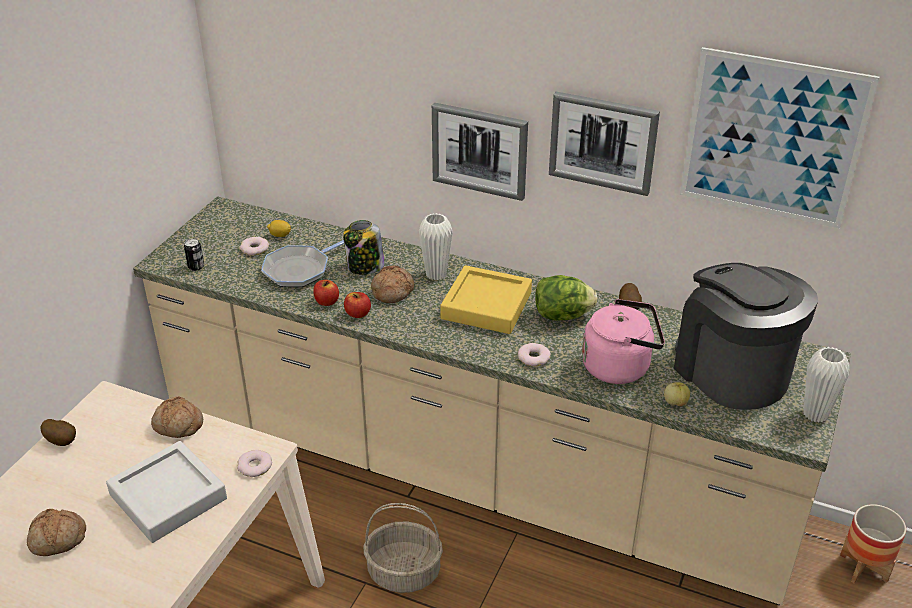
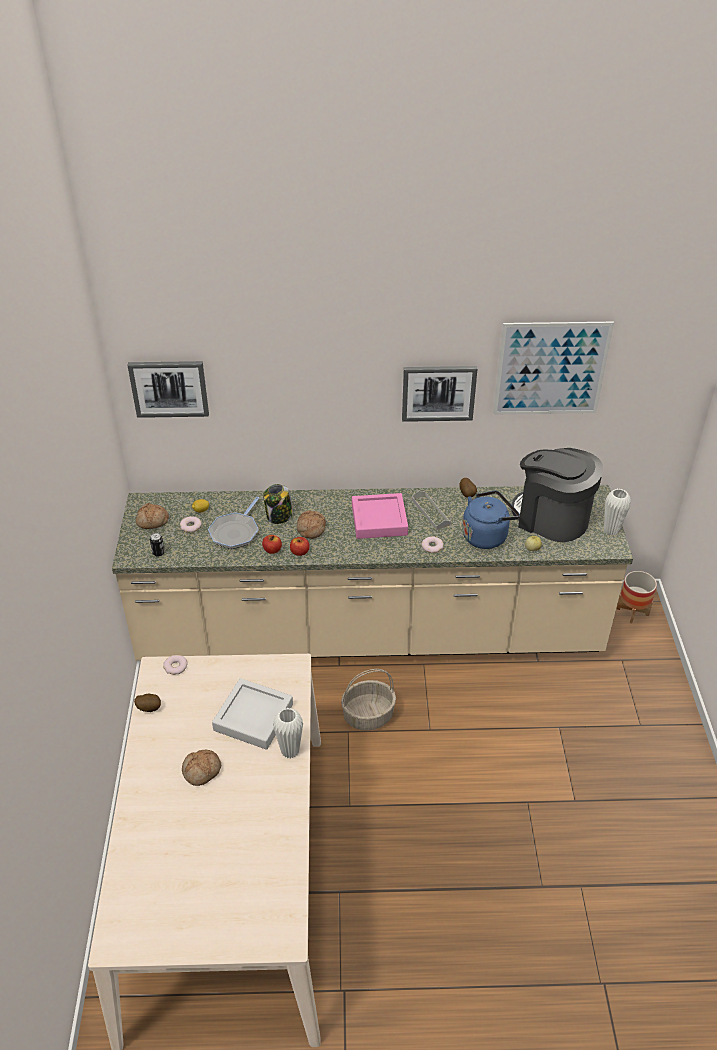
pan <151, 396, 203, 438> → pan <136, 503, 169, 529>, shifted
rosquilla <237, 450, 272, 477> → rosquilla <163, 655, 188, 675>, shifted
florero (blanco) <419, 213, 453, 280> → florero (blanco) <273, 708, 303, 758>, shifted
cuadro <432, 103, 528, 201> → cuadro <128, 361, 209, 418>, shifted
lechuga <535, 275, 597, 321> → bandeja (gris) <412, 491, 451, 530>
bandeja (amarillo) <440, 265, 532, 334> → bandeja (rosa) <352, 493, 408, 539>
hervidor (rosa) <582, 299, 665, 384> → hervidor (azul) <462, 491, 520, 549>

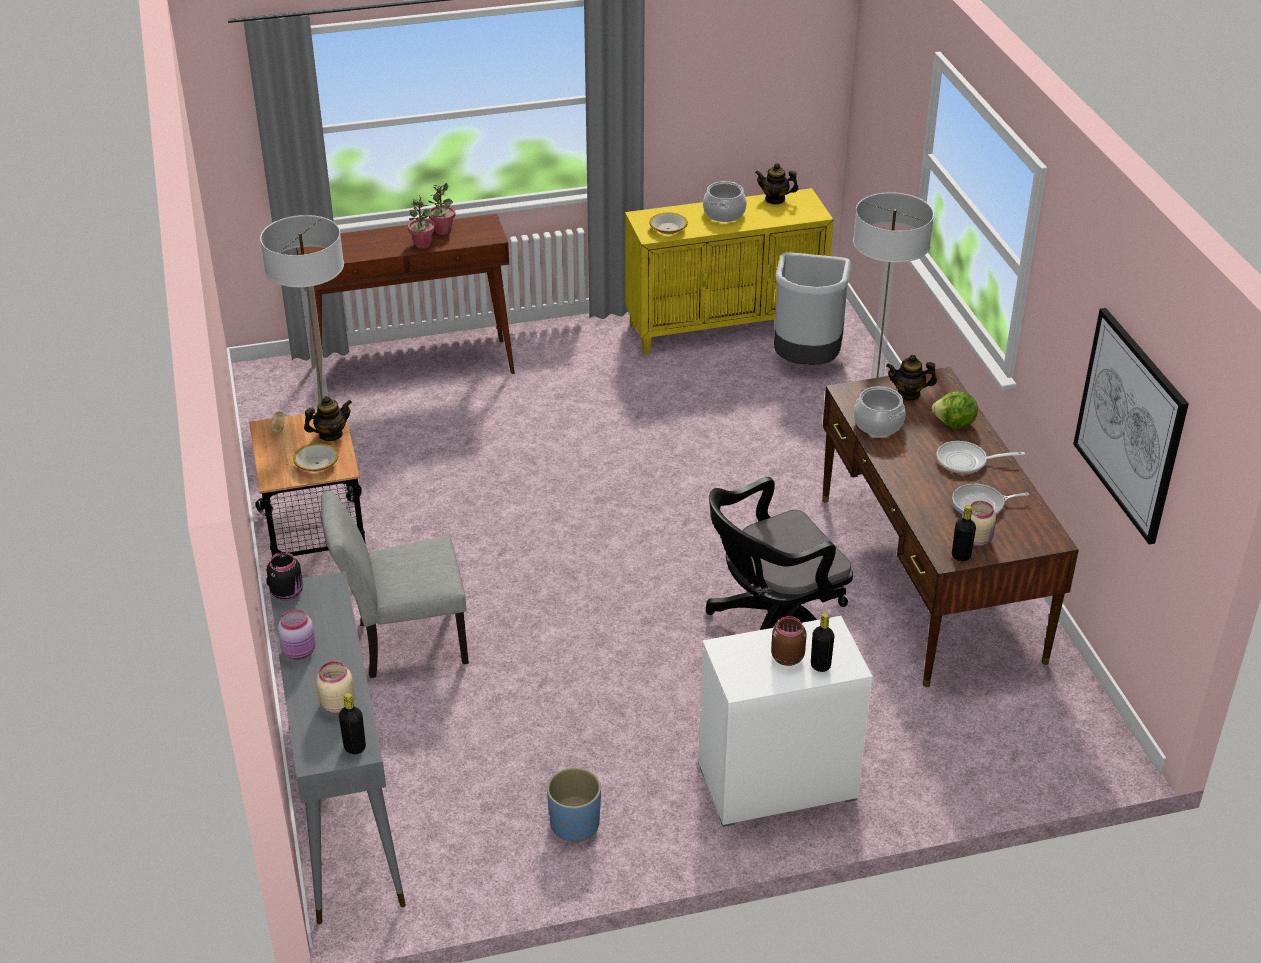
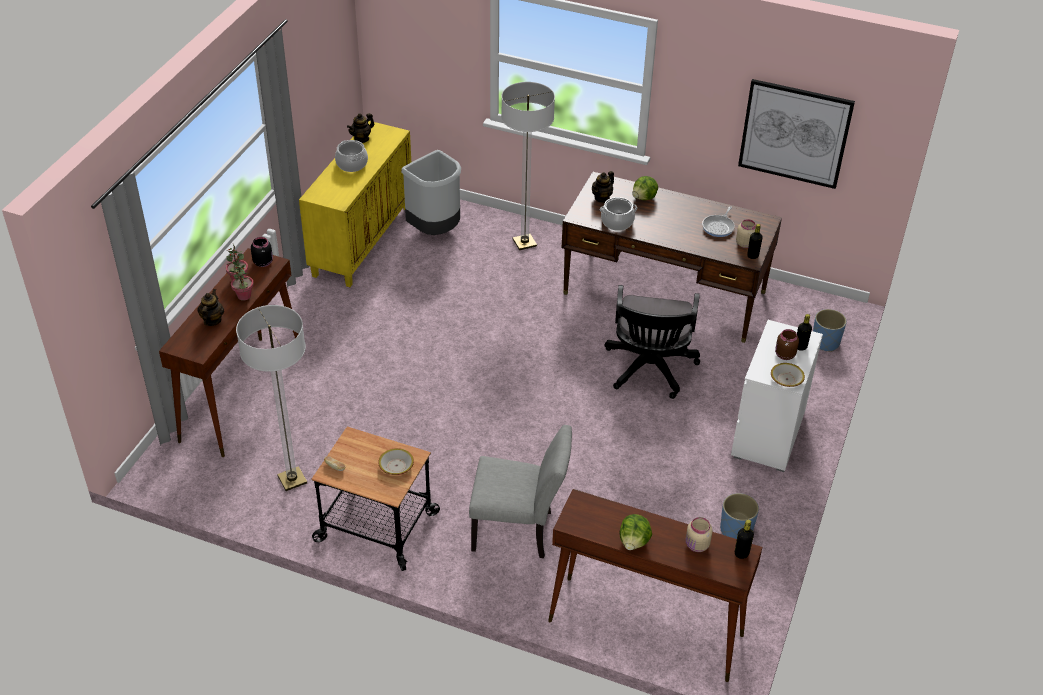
sartén <937, 441, 1025, 474> → -
- → maceta (azul) <813, 309, 847, 352>
tarro (negro) <267, 552, 303, 601> → tarro (negro) <251, 237, 273, 267>, shifted
tetera <304, 396, 352, 441> → tetera <198, 289, 224, 326>, shifted
cuenco <649, 212, 688, 234> → cuenco <771, 363, 805, 387>, shifted
tarro (rosa) <278, 609, 316, 660> → lechuga <620, 514, 652, 550>
mesa consola (gris) <269, 571, 406, 924> → mesa consola (marrón) <548, 489, 762, 682>
silla (gris) <321, 491, 469, 678> → silla (gris) <469, 425, 572, 558>, 105 degrees counterclockwise

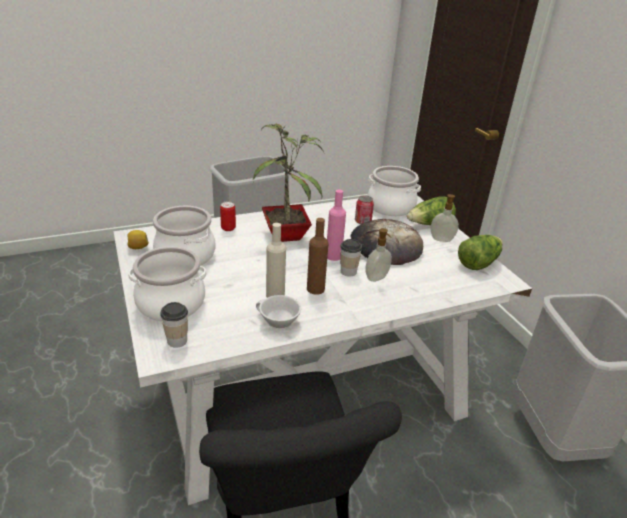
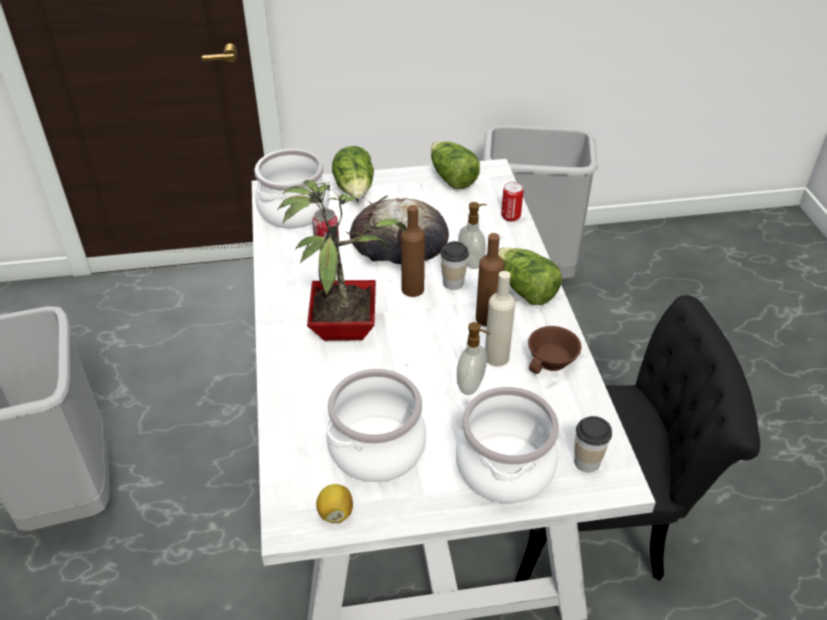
- → lechuga <498, 247, 562, 305>
lata <220, 201, 236, 231> → lata <501, 182, 524, 221>, shifted
dispensador de jabón <430, 194, 459, 242> → dispensador de jabón <457, 322, 490, 395>, shifted
taza (blanco) <256, 295, 301, 329> → taza (marrón) <528, 326, 581, 374>
botella (rosa) <327, 190, 346, 261> → botella (marrón) <401, 205, 425, 297>

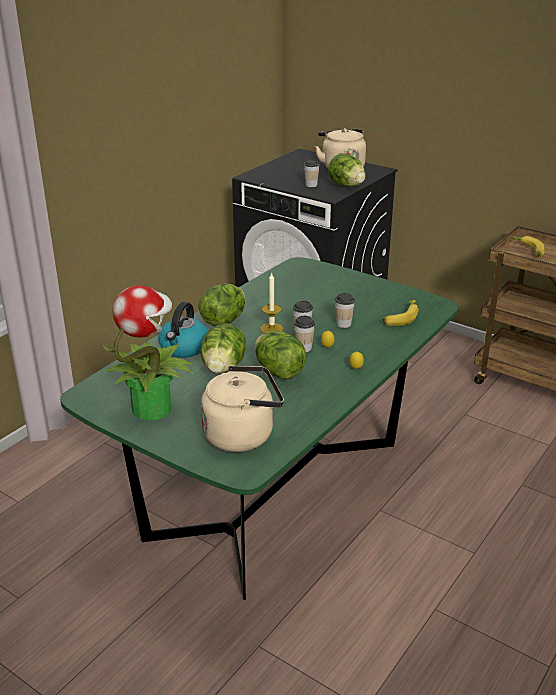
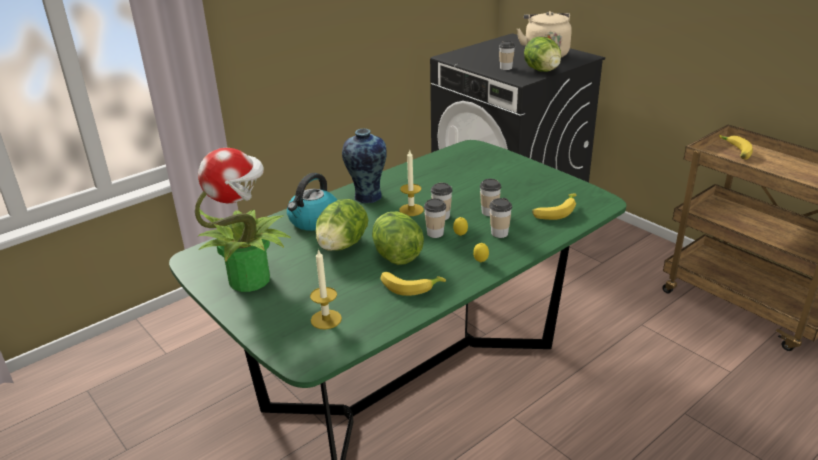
- → plátano <380, 272, 446, 296>
- → taza <489, 198, 512, 238>
lechuga <198, 283, 245, 326> → florero <342, 129, 387, 203>
hervidor (beis) <201, 365, 284, 452> → vela <310, 249, 342, 330>

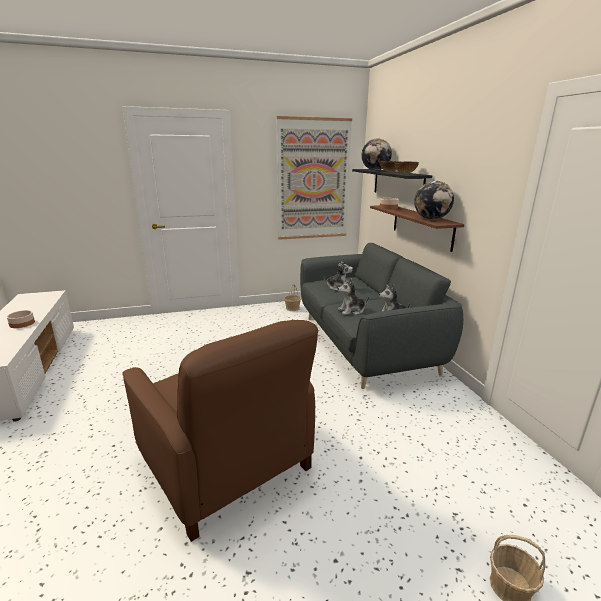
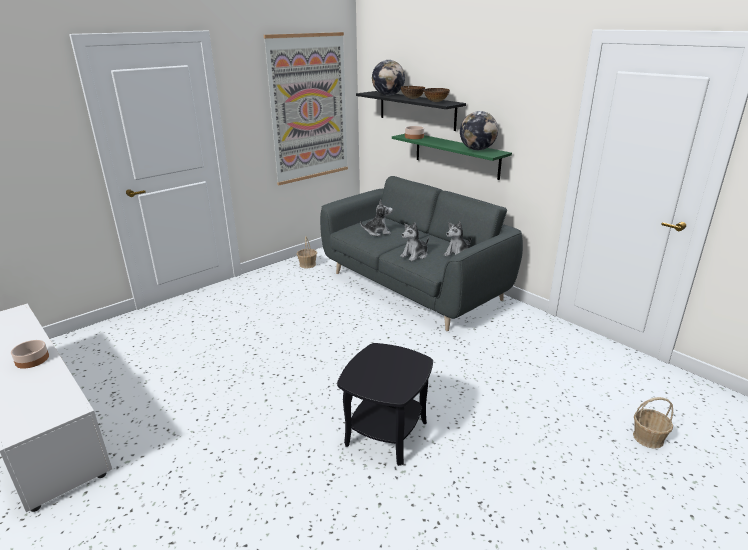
sillón (marrón) <122, 320, 318, 542> → mesa auxiliar (negro) <337, 343, 433, 466>
estante (marrón) <370, 205, 464, 252> → estante (verde) <392, 134, 512, 180>

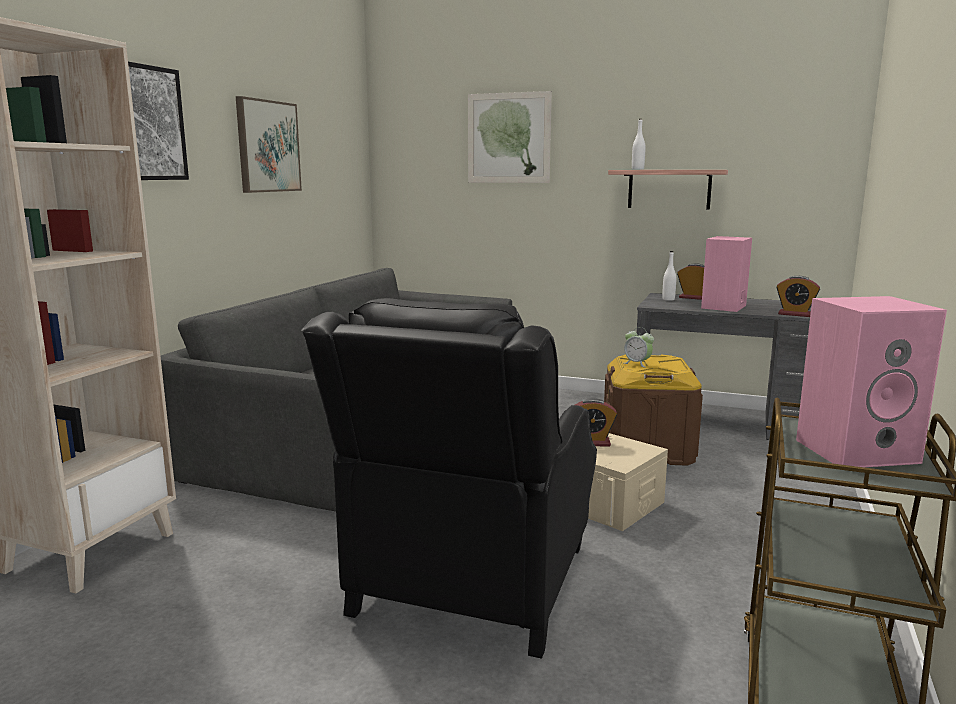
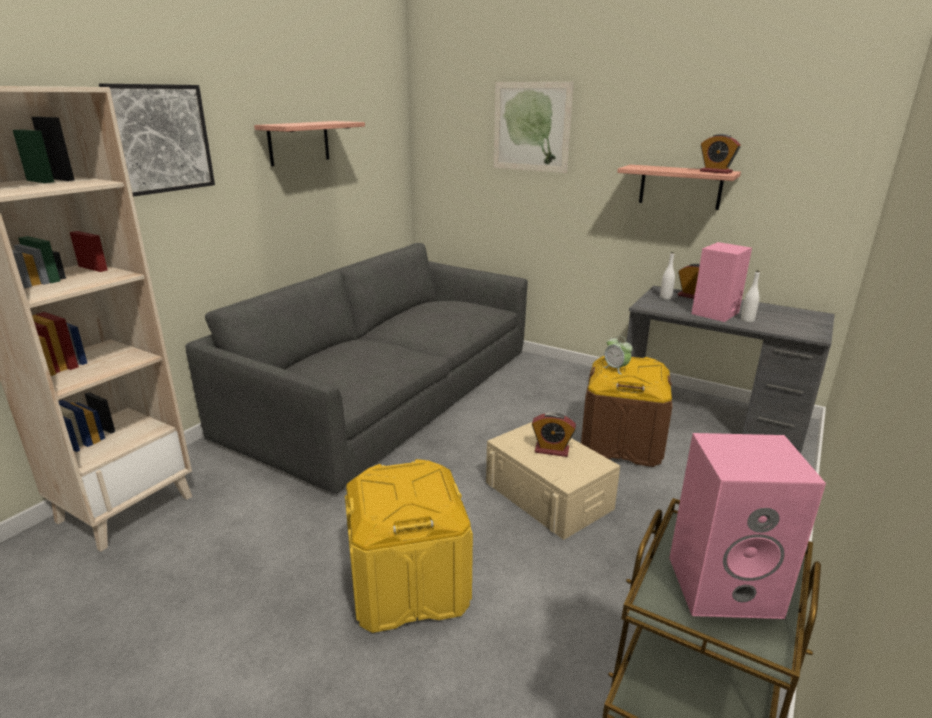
botella (blanco) <632, 119, 646, 170> → botella (blanco) <741, 270, 760, 323>, shifted
despertador <776, 276, 820, 317> → despertador <700, 134, 741, 174>, shifted
cuadro <236, 96, 302, 193> → estante <254, 121, 365, 166>
sillón (negro) <301, 298, 597, 659> → caja de almacenaje (amarillo) <345, 459, 473, 633>

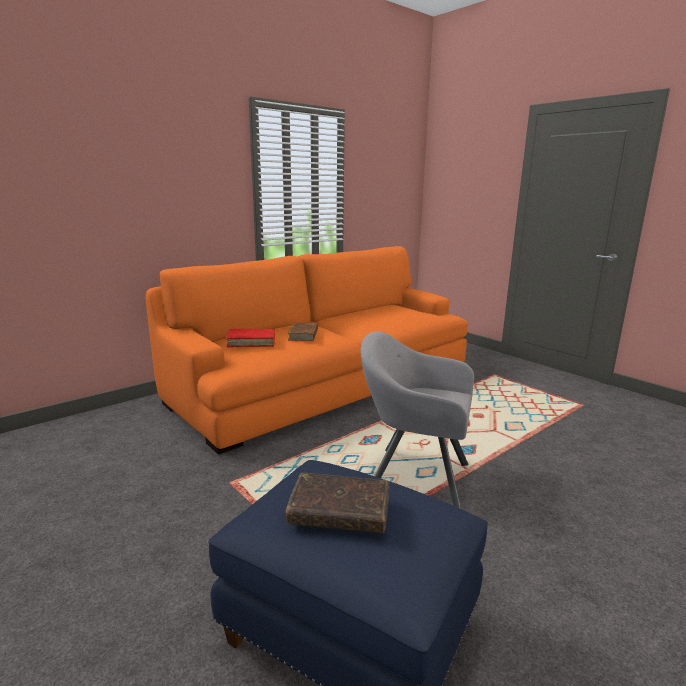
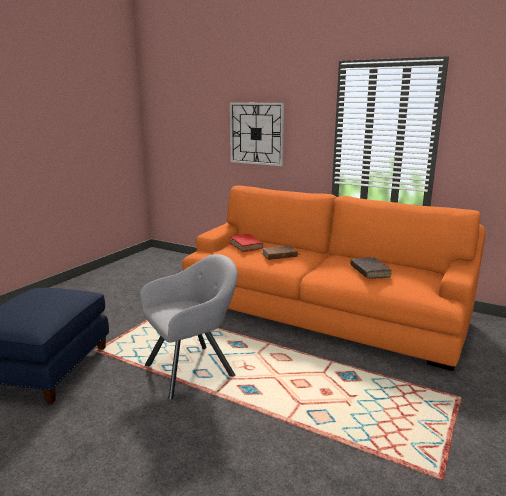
- → reloj de pared <230, 103, 284, 166>
libro (marrón) <286, 472, 389, 533> → libro (marrón) <350, 257, 391, 278>, shifted
sillón (gris) <361, 331, 474, 509> → sillón (gris) <140, 254, 238, 401>, 60 degrees clockwise

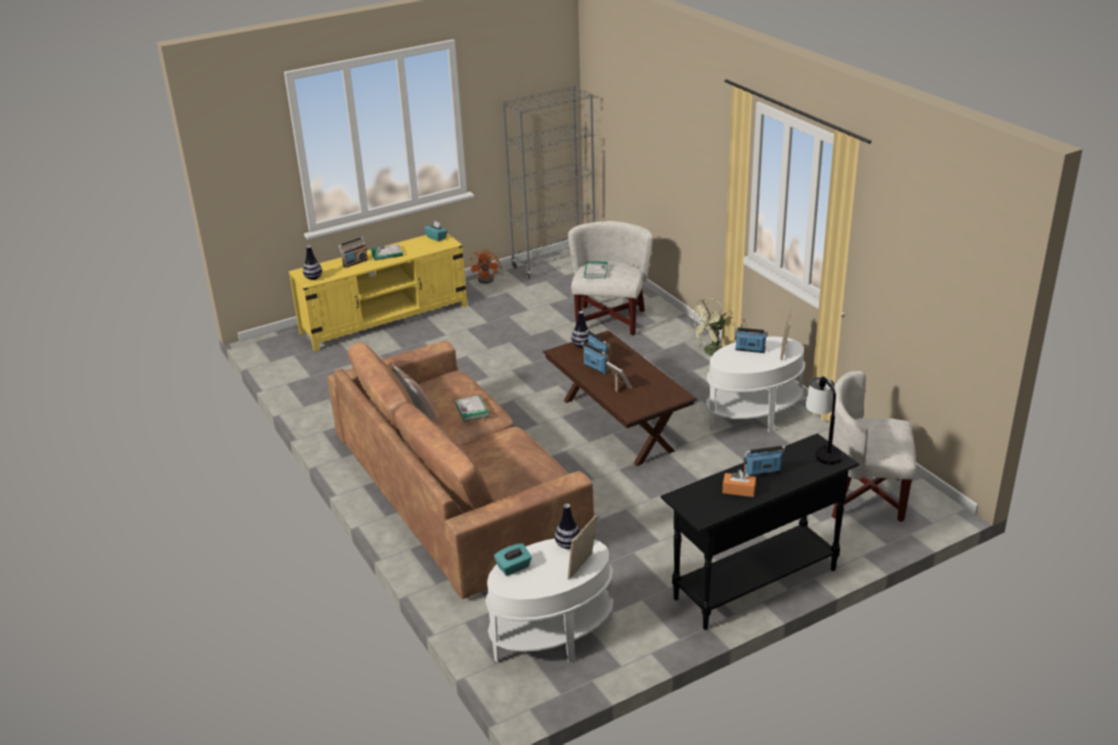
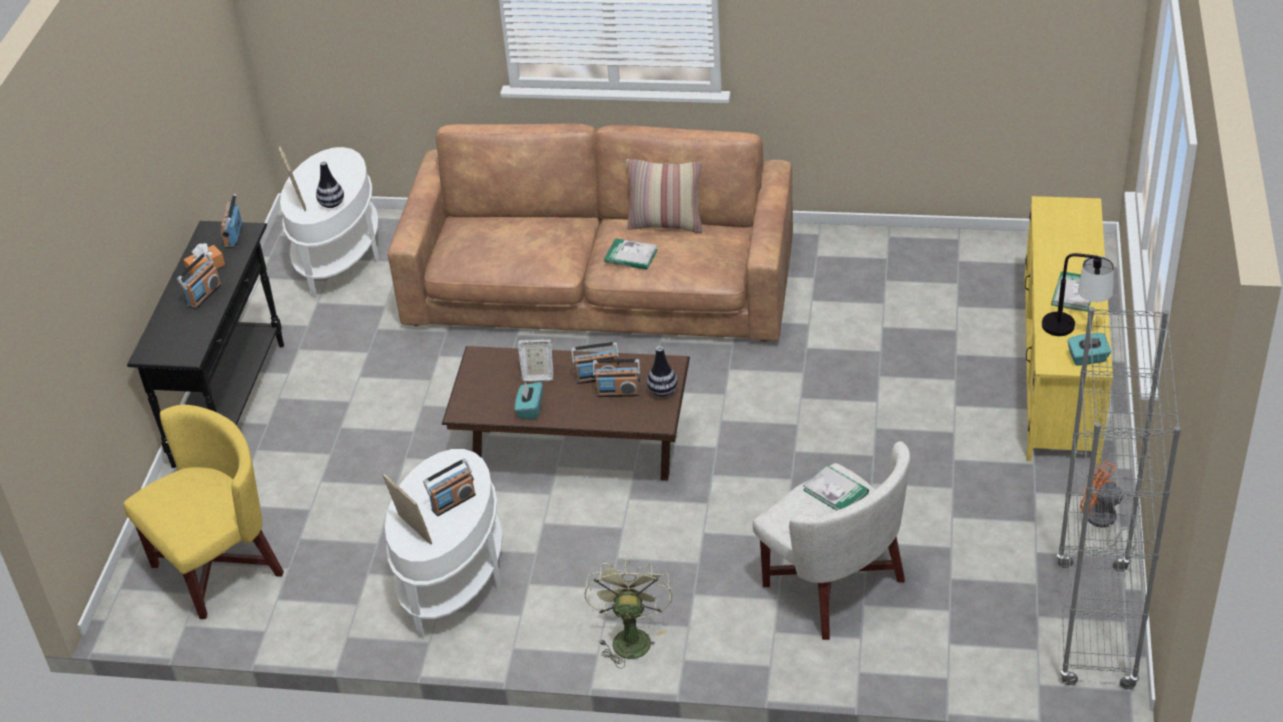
florero <303, 246, 322, 280> → -
radio <338, 237, 368, 268> → radio <221, 194, 242, 248>, shifted
caja de pañuelos (turquesa) <494, 543, 532, 576> → caja de pañuelos (turquesa) <515, 382, 543, 419>, shifted
lámpara de mesa <806, 376, 843, 465> → lámpara de mesa <1042, 253, 1114, 336>, shifted
sillón (blanco) <832, 371, 916, 522> → sillón (amarillo) <123, 405, 284, 619>

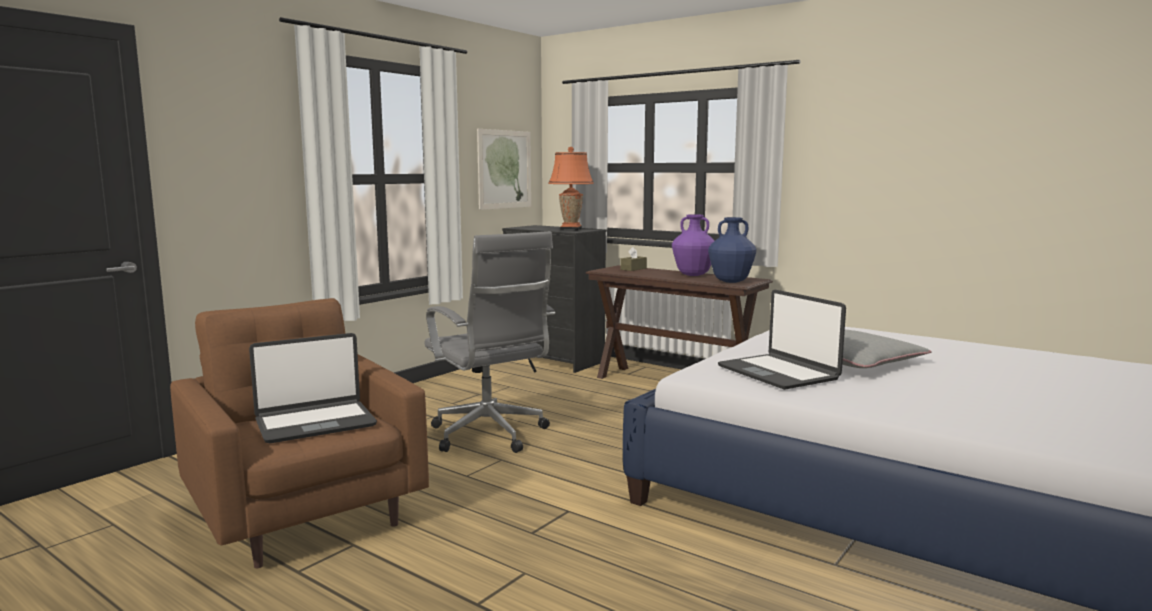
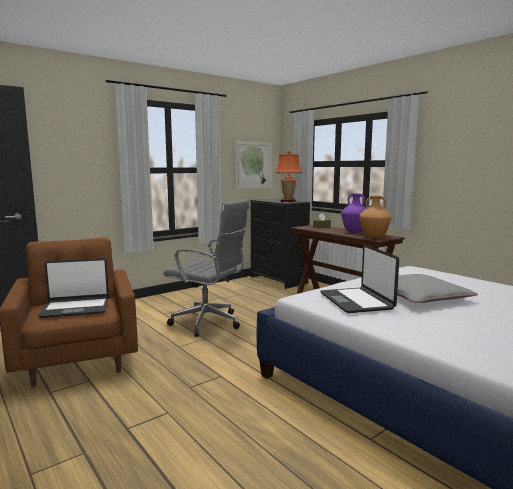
florero (azul) <708, 217, 756, 283> → florero (marrón) <359, 196, 391, 238>
silla de oficina (gris) <425, 231, 555, 453> → silla de oficina (gris) <163, 200, 250, 337>, 45 degrees counterclockwise

